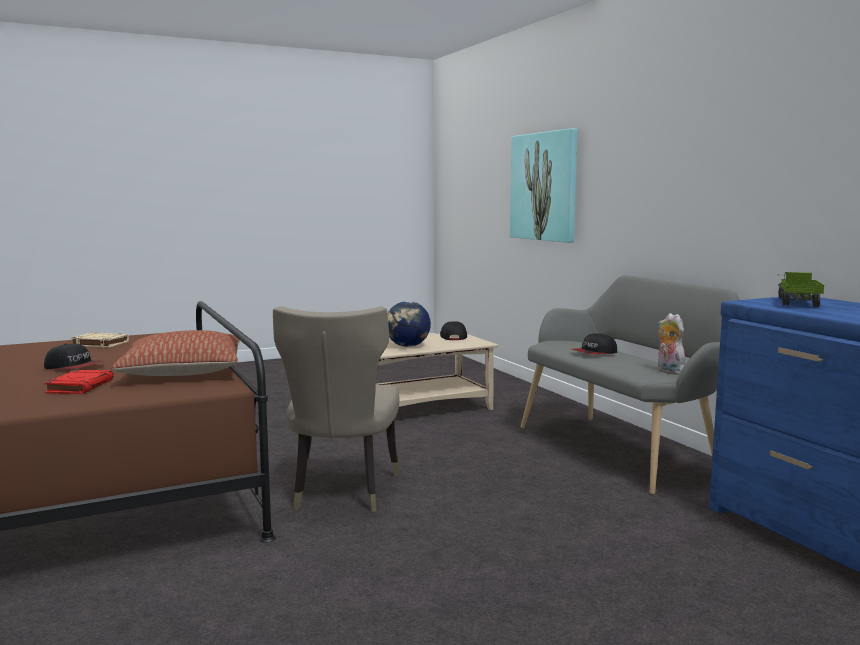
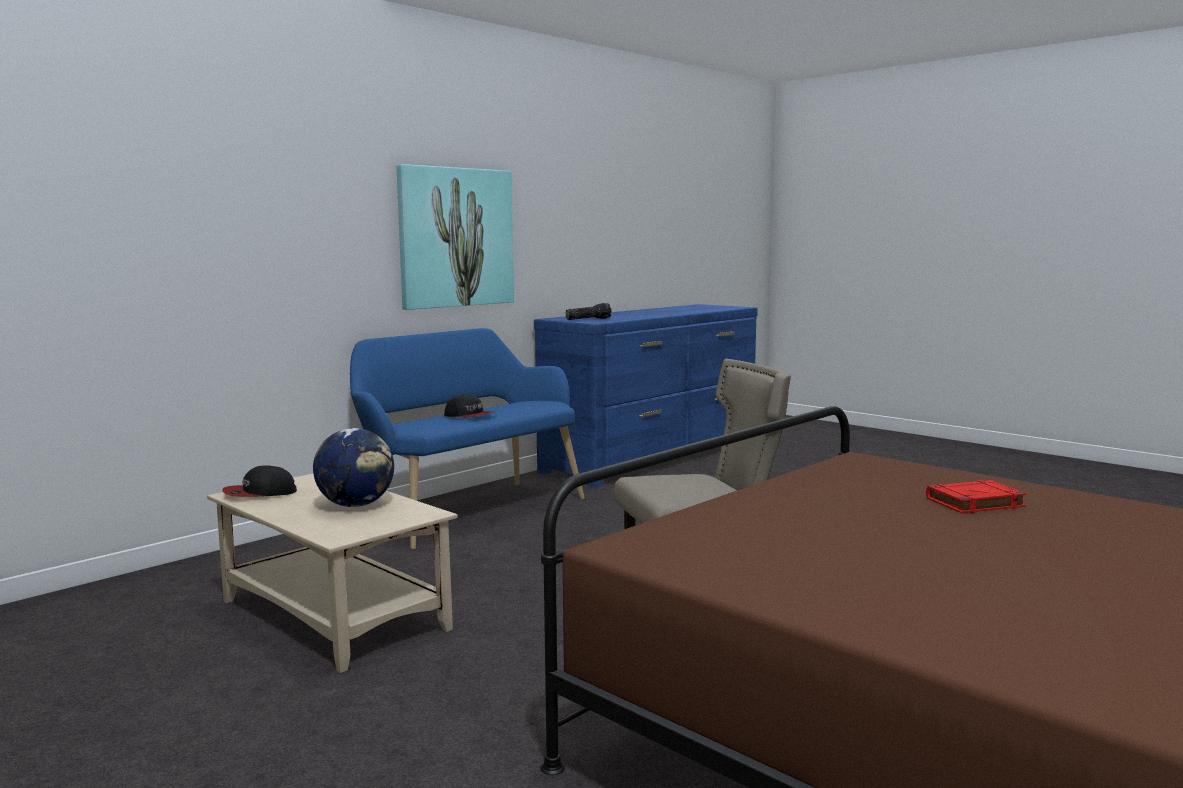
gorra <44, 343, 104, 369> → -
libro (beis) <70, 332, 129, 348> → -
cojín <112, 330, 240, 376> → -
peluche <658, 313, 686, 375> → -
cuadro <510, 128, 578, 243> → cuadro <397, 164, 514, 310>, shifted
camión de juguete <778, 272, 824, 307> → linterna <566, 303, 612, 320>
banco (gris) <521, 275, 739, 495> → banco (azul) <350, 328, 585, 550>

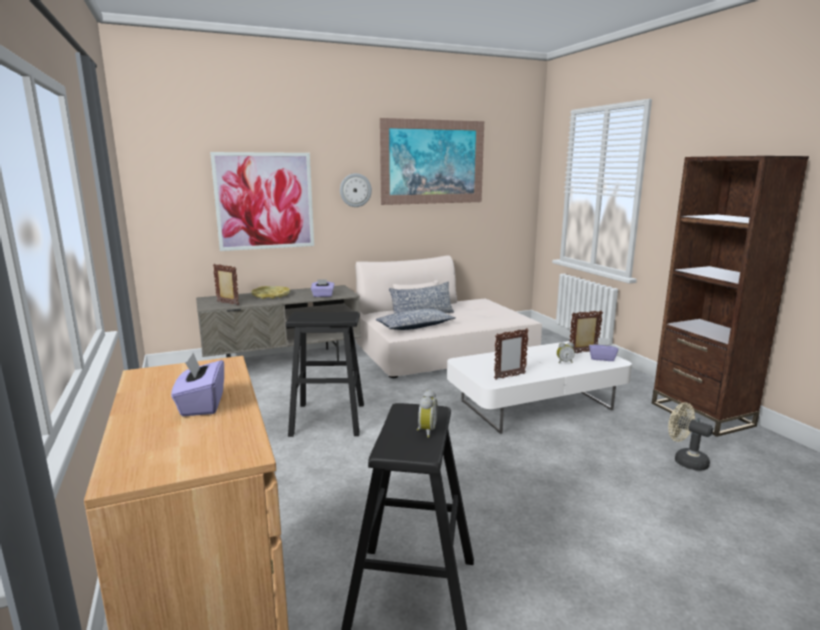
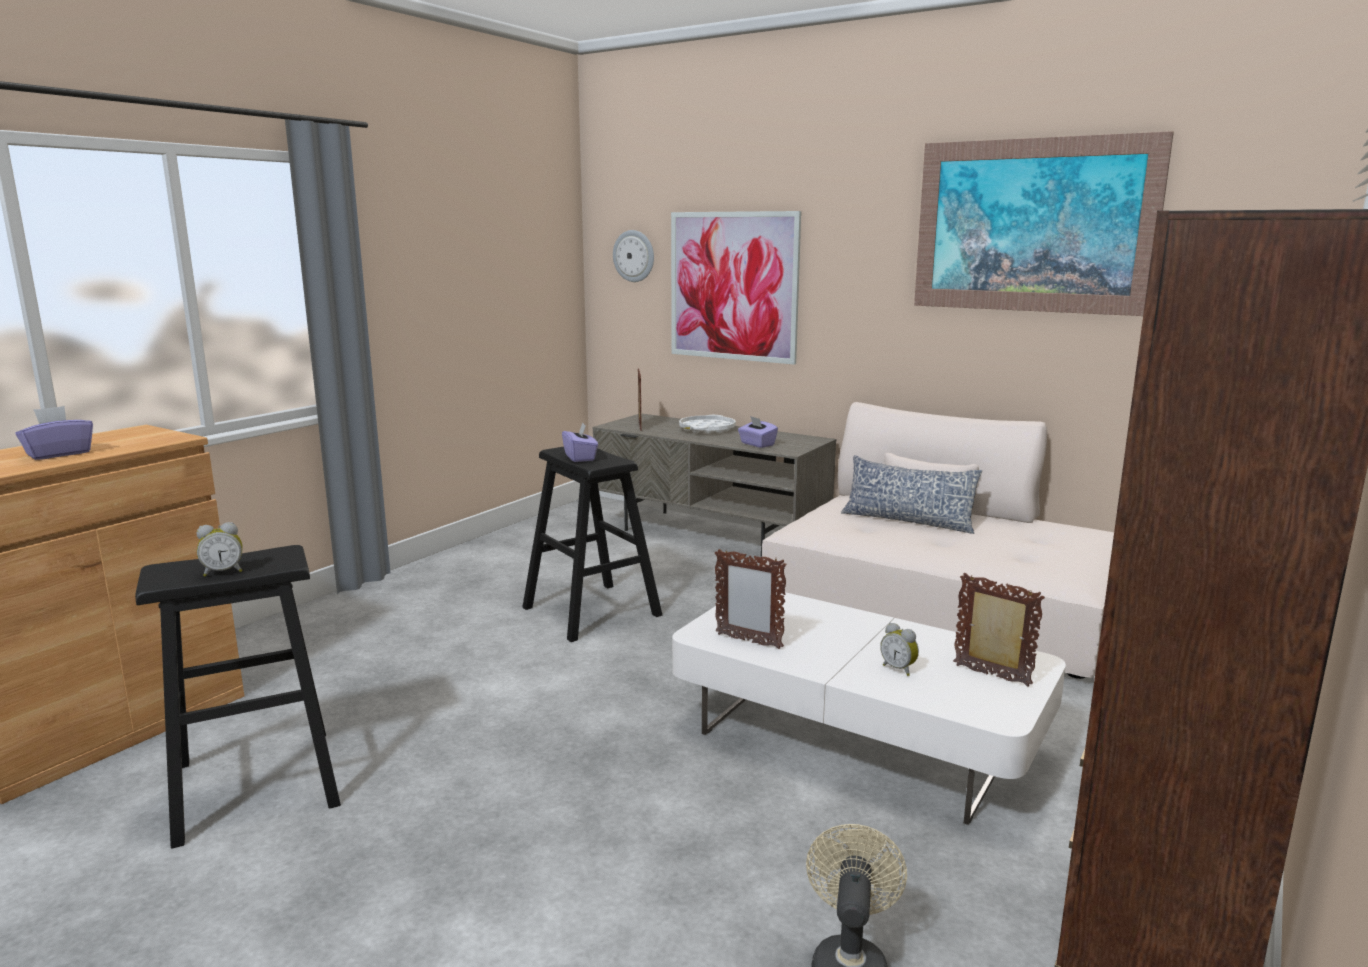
cojín <376, 309, 456, 330> → -
reloj de pared <340, 173, 372, 207> → reloj de pared <613, 230, 654, 282>, shifted
caja de pañuelos (morado) <589, 338, 618, 361> → caja de pañuelos (morado) <562, 422, 598, 462>, shifted
bandeja (amarillo) <252, 286, 290, 299> → bandeja (blanco) <679, 415, 736, 434>

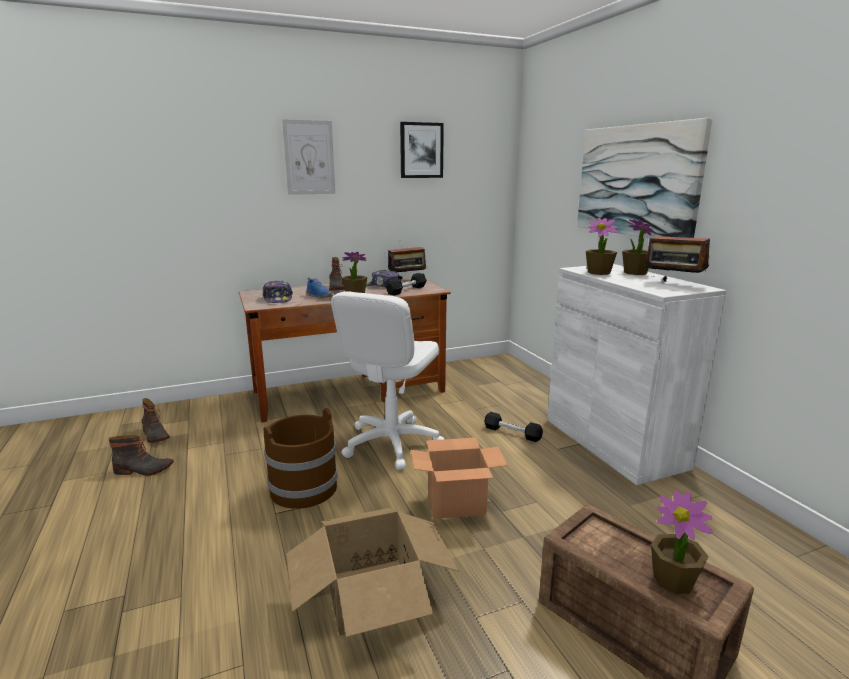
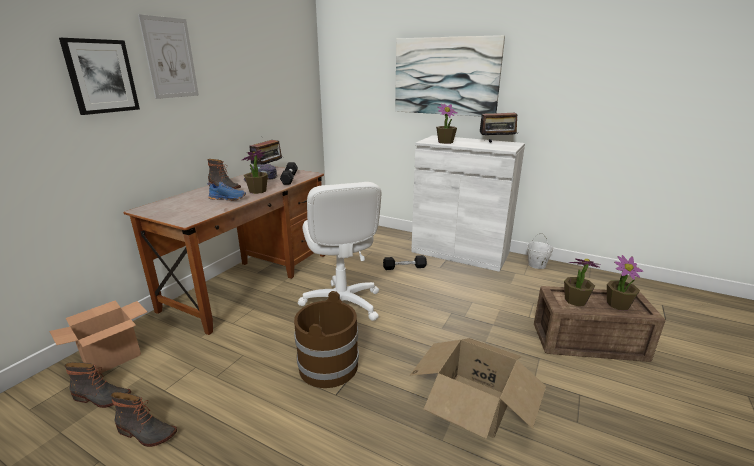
gorra <262, 281, 293, 303> → -
- → cubo (blanco) <527, 233, 554, 269>
cuadro <400, 122, 444, 178> → cuadro <59, 38, 140, 115>, shifted
caja de cartón <411, 438, 508, 519> → caja de cartón <49, 300, 147, 375>, shifted
planta en maceta <622, 219, 657, 275> → planta en maceta <564, 259, 601, 306>, shifted
bota <109, 435, 174, 476> → bota <111, 392, 177, 447>, 60 degrees clockwise

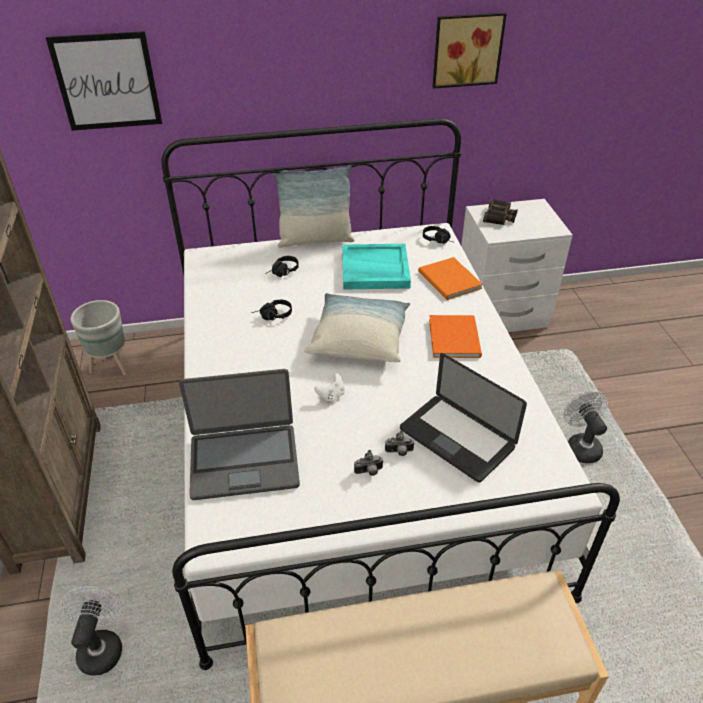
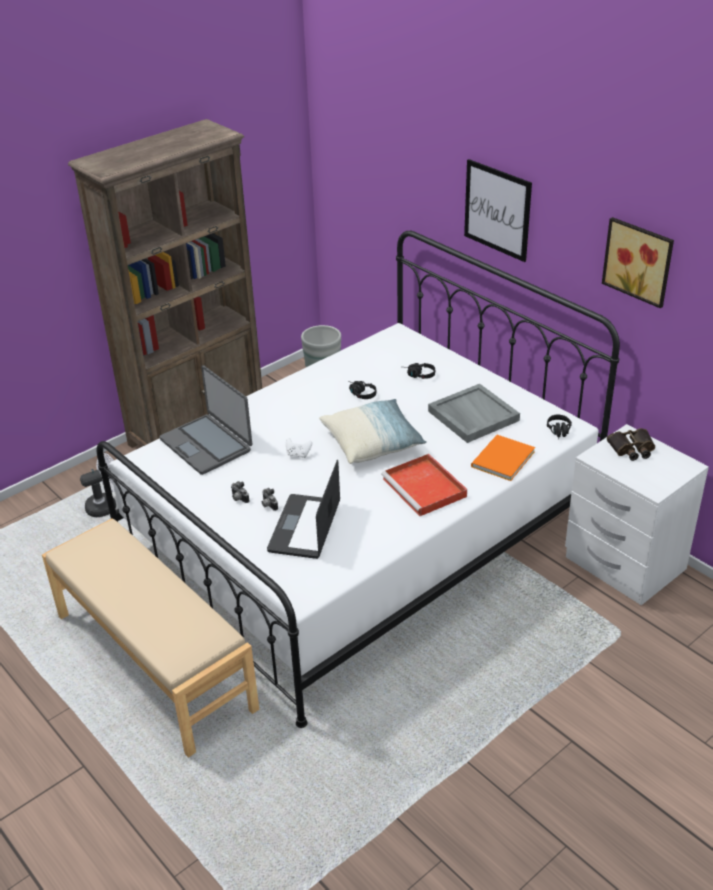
cojín <274, 166, 355, 248> → -
ventilador (blanco) <563, 391, 608, 463> → -
cuadro <46, 31, 162, 131> → cuadro <464, 159, 532, 262>, shifted
libro (naranja) <429, 315, 482, 358> → bandeja (rojo) <381, 454, 467, 516>
bandeja (turquesa) <342, 244, 411, 290> → bandeja (gris) <428, 384, 520, 443>

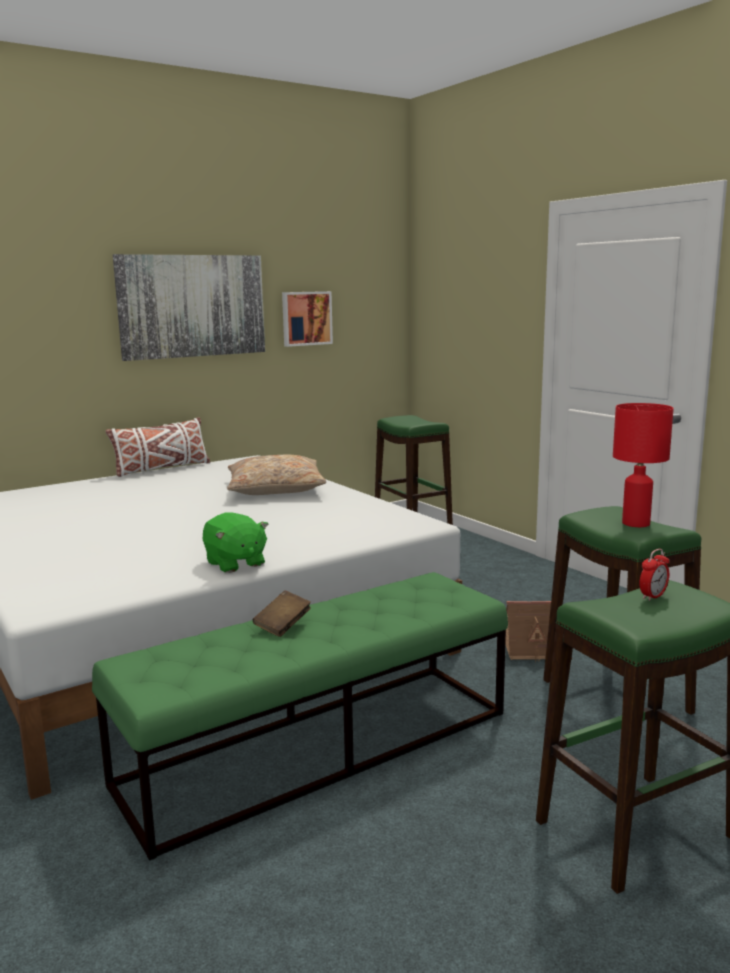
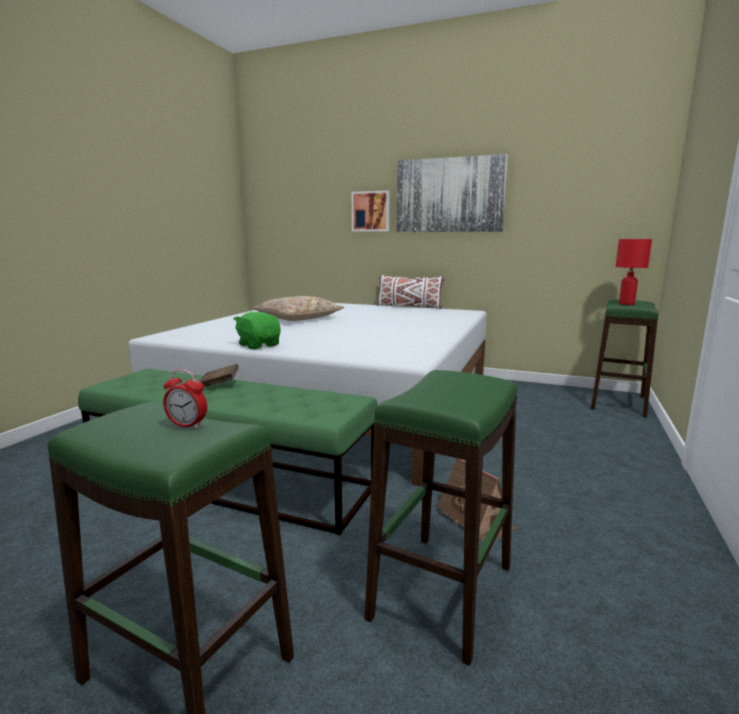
cojín (beis) <227, 455, 326, 495> → cojín (beis) <252, 296, 344, 321>, shifted
cuadro <282, 291, 333, 347> → cuadro <352, 191, 390, 231>, shifted
lámpara de mesa (rojo) <613, 403, 674, 527> → lámpara de mesa (rojo) <615, 239, 652, 305>, shifted
peluche (verde) <203, 513, 268, 573> → peluche (verde) <233, 312, 281, 349>, 120 degrees clockwise

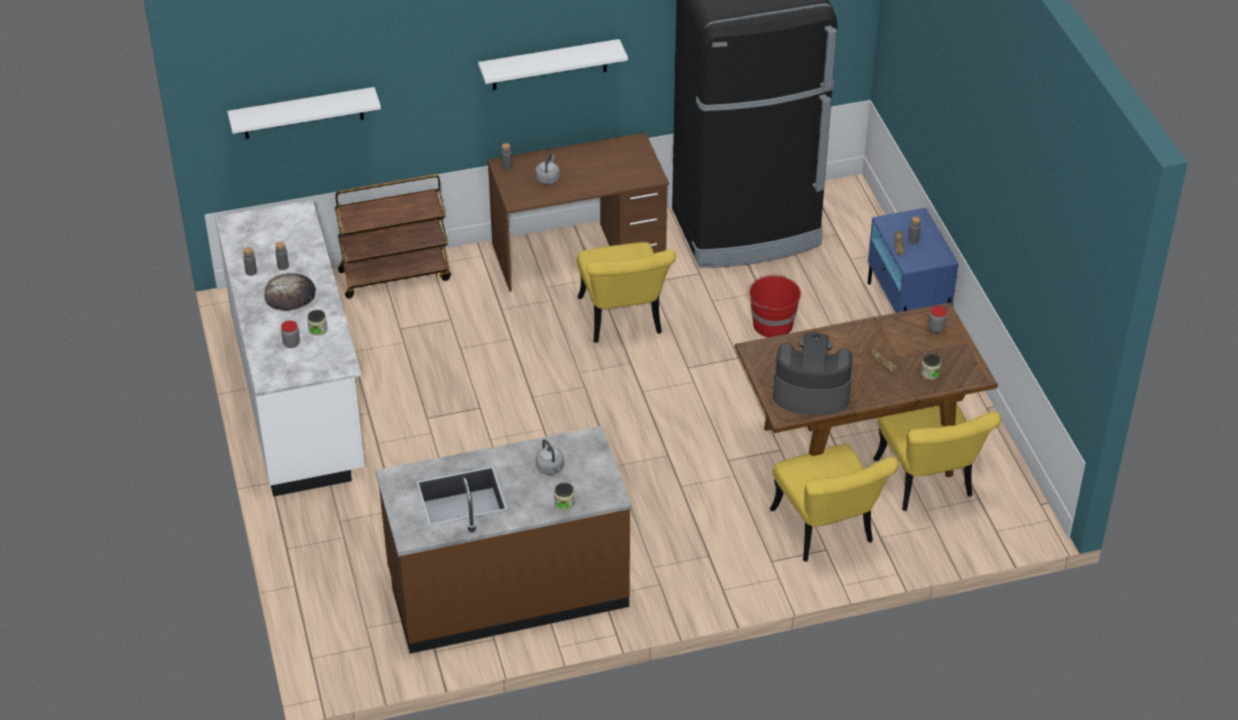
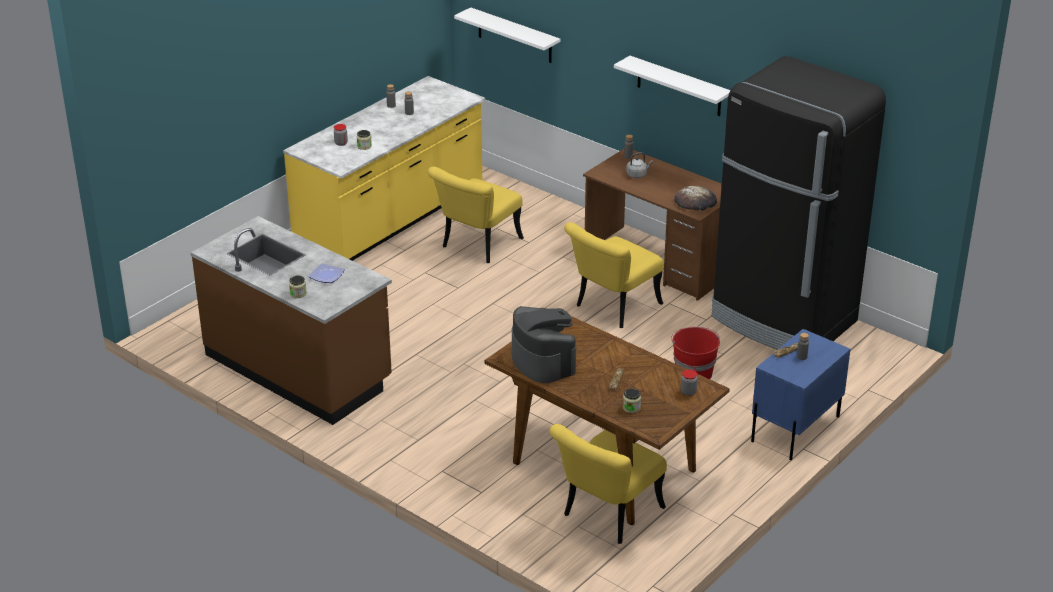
carrito (marrón) <335, 174, 451, 298> → -
pan <265, 273, 316, 311> → pan <674, 186, 717, 211>, shifted
silla (amarillo) <770, 444, 899, 562> → silla (amarillo) <427, 167, 524, 263>, shifted
hervidor (gris) <536, 439, 564, 475> → plato <308, 263, 345, 283>
mueble bajo de cocina (blanco) <215, 200, 365, 497> → mueble bajo de cocina (amarillo) <283, 76, 485, 261>

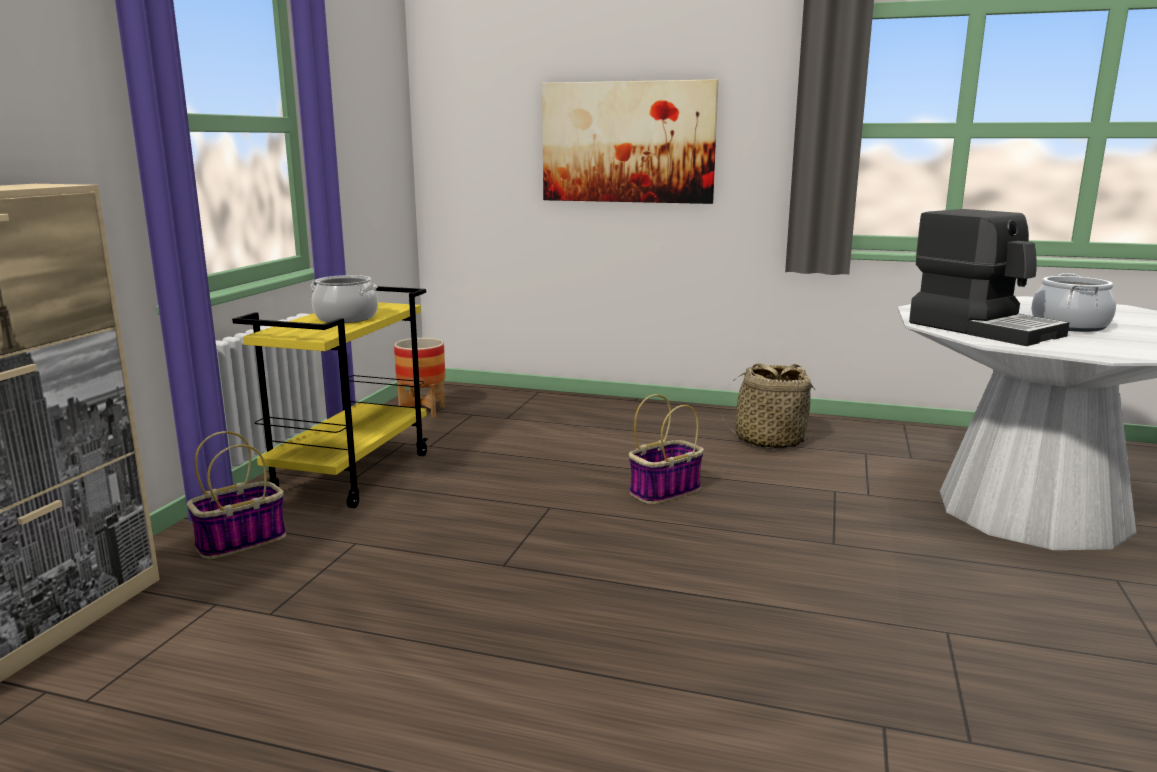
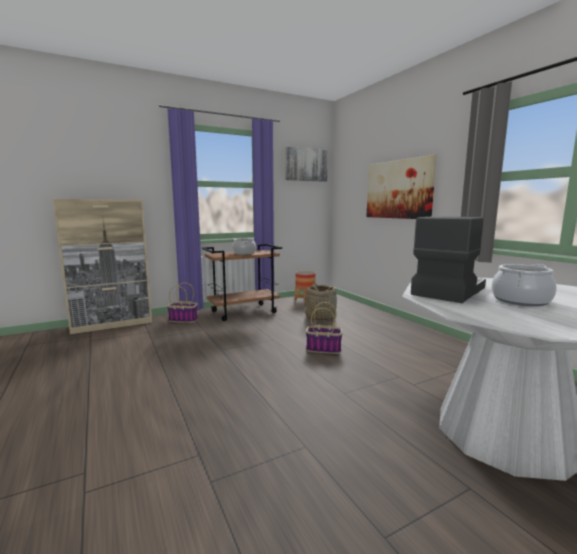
- → cuadro <285, 147, 328, 182>
cesta <721, 363, 817, 449> → cesta <305, 283, 337, 321>, shifted
carrito (amarillo) <232, 286, 428, 508> → carrito (marrón) <202, 244, 282, 321>
cafetera <909, 209, 1069, 346> → cafetera <411, 216, 486, 303>, 150 degrees counterclockwise

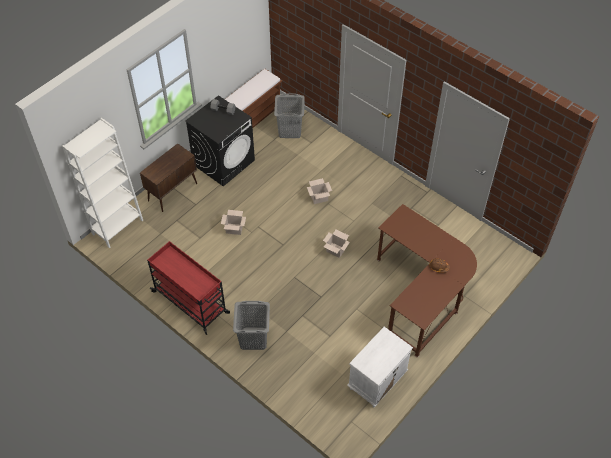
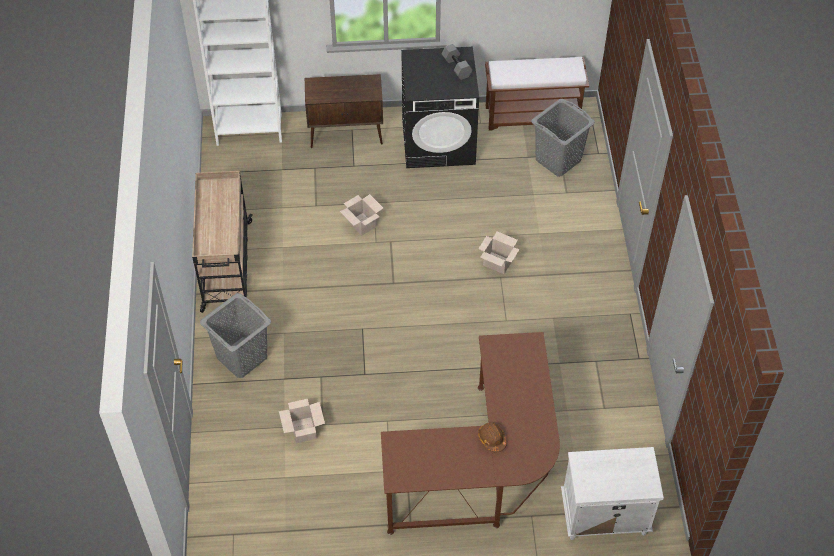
caja de cartón <323, 230, 350, 258> → caja de cartón <279, 399, 325, 443>, shifted
mesita de noche (blanco) <347, 327, 413, 408> → mesita de noche (blanco) <561, 447, 664, 540>, shifted
carrito (rojo) <147, 241, 230, 335> → carrito (beis) <192, 171, 253, 313>

